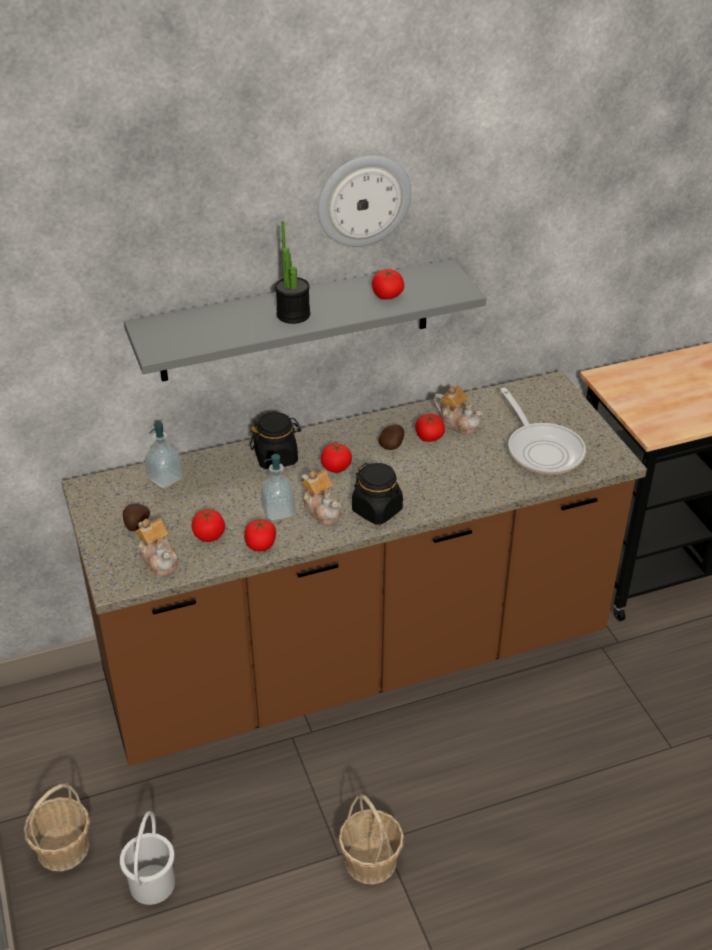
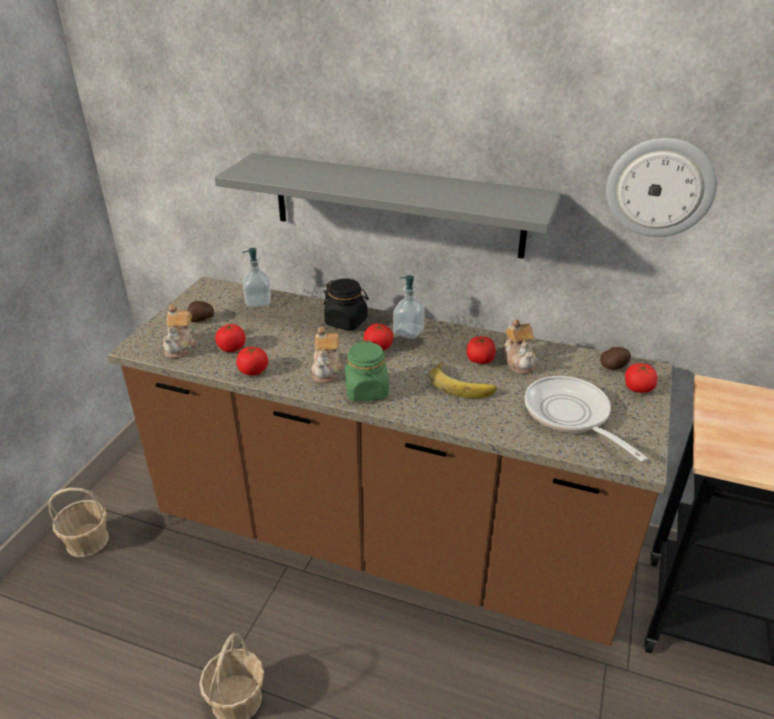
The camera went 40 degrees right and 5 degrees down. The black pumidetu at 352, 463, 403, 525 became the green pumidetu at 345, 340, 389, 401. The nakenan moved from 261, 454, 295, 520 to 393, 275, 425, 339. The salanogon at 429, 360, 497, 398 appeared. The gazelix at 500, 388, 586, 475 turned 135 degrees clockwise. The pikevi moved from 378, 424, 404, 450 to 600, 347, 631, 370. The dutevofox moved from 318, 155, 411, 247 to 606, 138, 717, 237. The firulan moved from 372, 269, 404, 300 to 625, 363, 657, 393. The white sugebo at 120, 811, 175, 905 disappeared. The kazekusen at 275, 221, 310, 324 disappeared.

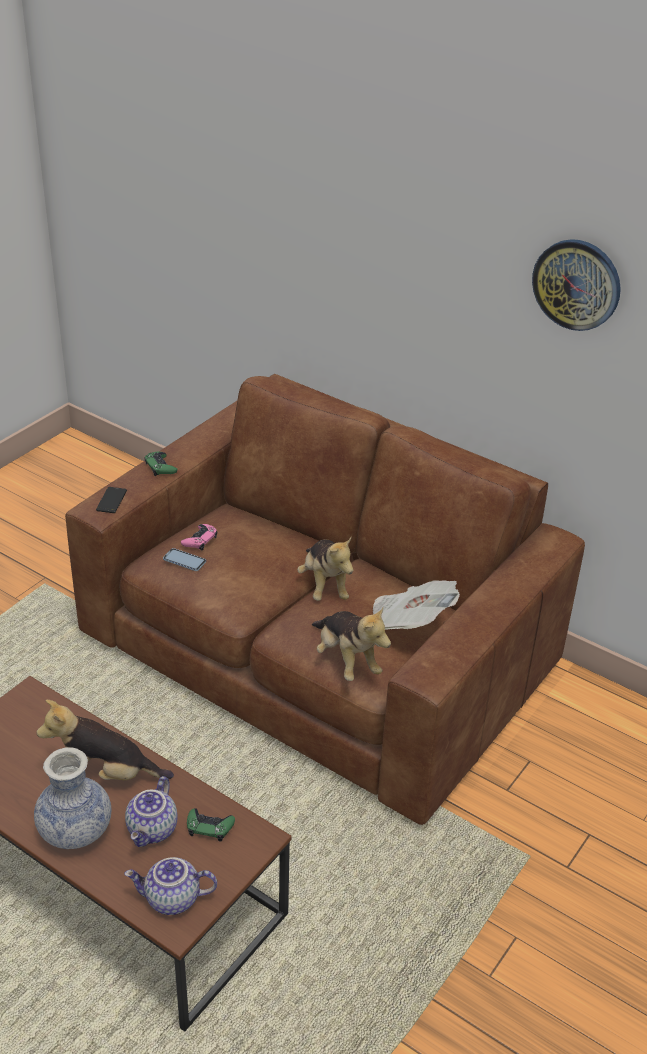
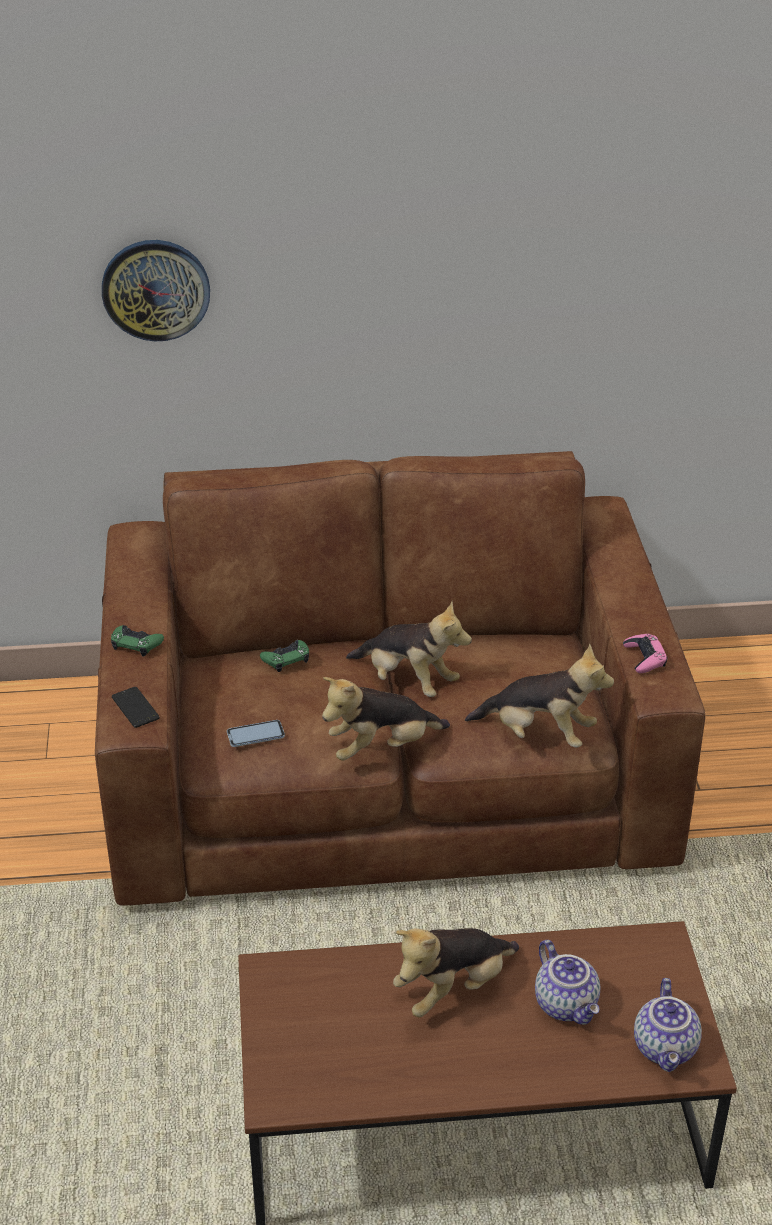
The camera went 40 degrees left and 0 degrees up. The dutevofox moved from 532, 239, 621, 331 to 102, 240, 210, 341. The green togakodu moved from 187, 808, 235, 842 to 260, 640, 309, 672. The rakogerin at 322, 677, 450, 760 appeared. The pink togakodu moved from 181, 524, 217, 550 to 623, 634, 668, 673. The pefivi at 124, 857, 217, 915 turned 45 degrees counterclockwise. The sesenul at 34, 747, 111, 849 disappeared. The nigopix at 373, 580, 460, 630 disappeared.

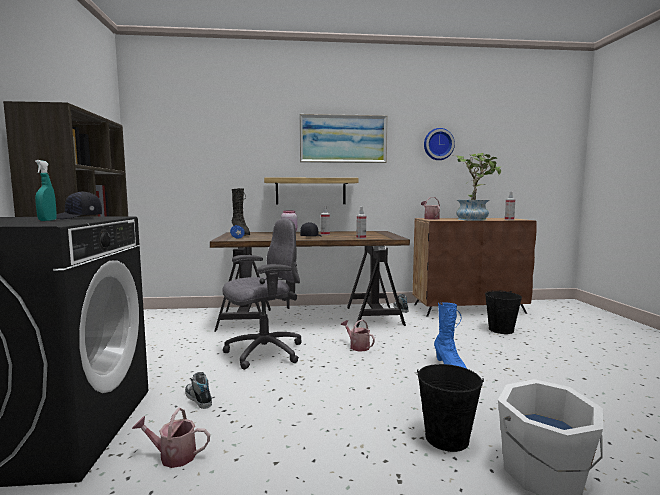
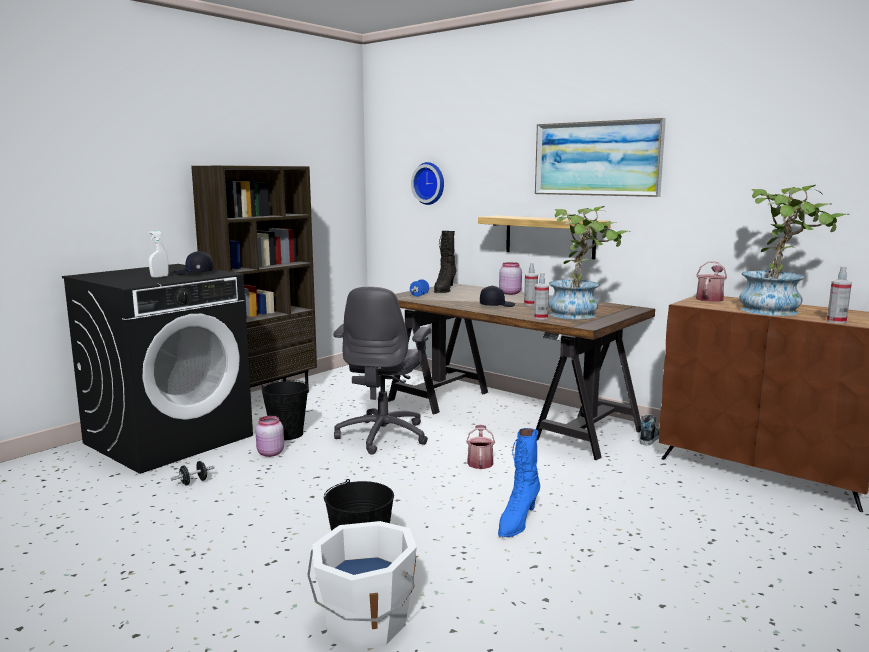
The camera went 45 degrees right and 5 degrees up. The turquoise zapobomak at 35, 160, 57, 221 became the white zapobomak at 148, 231, 169, 278. The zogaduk at 132, 408, 210, 468 was replaced by the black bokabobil at 171, 461, 214, 485. The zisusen at 185, 372, 212, 409 was replaced by the pink pumidetu at 255, 416, 284, 457. The black sugebo moved from 485, 290, 522, 334 to 261, 380, 309, 440. The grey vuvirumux at 223, 218, 302, 370 turned 90 degrees clockwise. The dutevofox moved from 424, 128, 455, 160 to 411, 162, 444, 205. The kazekusen at 548, 206, 628, 319 appeared.

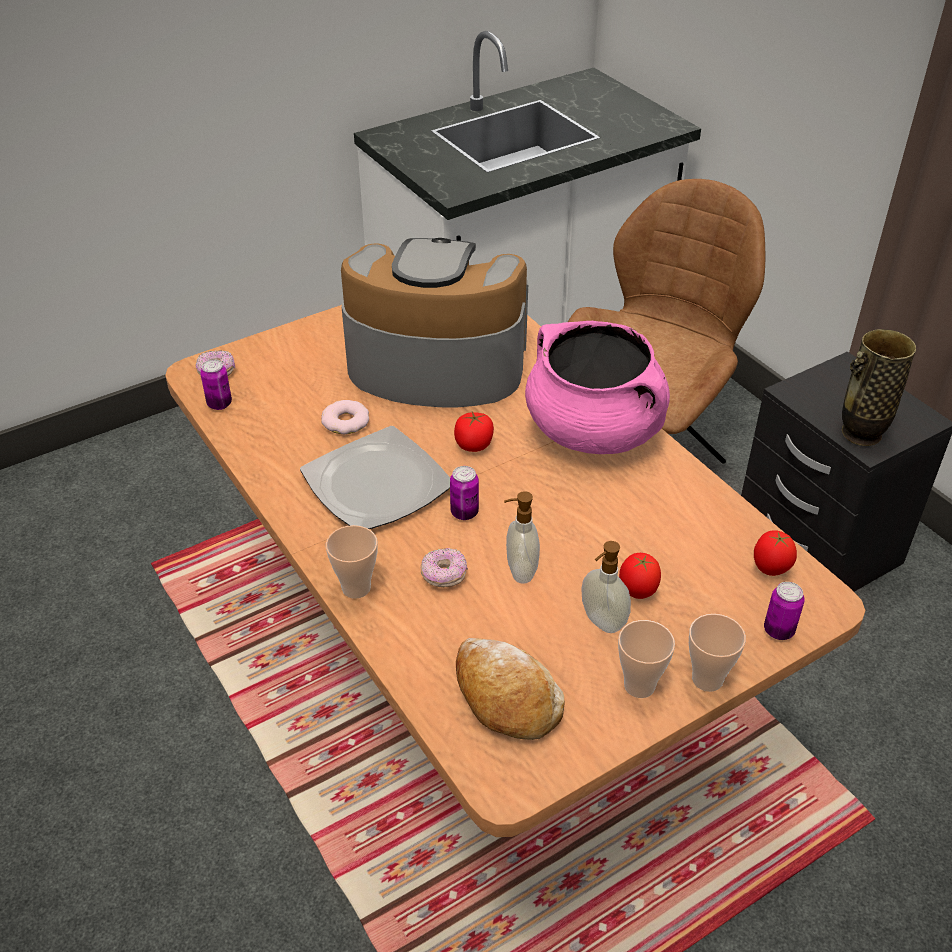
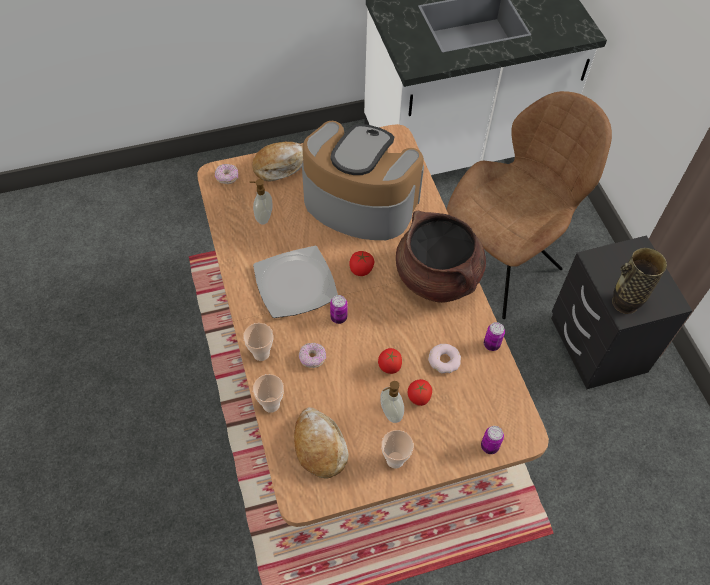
The camera went 15 degrees right and 15 degrees up. The nakenan moved from 504, 491, 540, 584 to 249, 179, 272, 224. The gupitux at 252, 142, 303, 182 appeared. The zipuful moved from 689, 614, 746, 692 to 253, 374, 284, 413. The firulan moved from 754, 530, 797, 576 to 378, 348, 402, 374. The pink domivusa at 525, 321, 670, 454 became the brown domivusa at 396, 211, 486, 303. The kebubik moved from 321, 400, 369, 434 to 428, 344, 461, 373. The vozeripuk moved from 200, 359, 232, 410 to 484, 322, 505, 351.

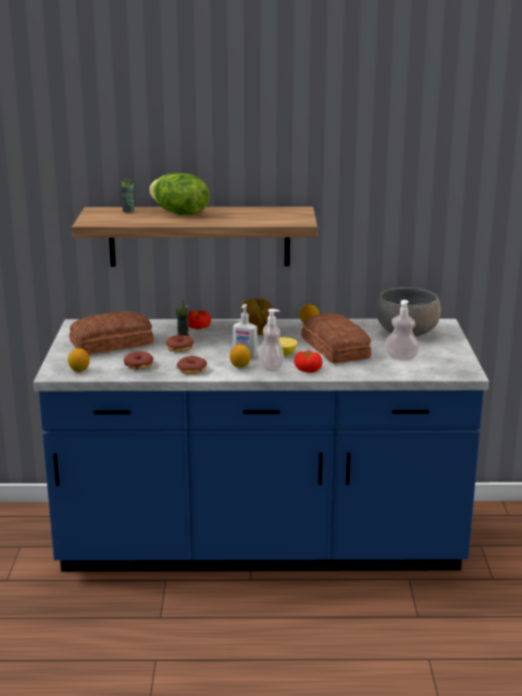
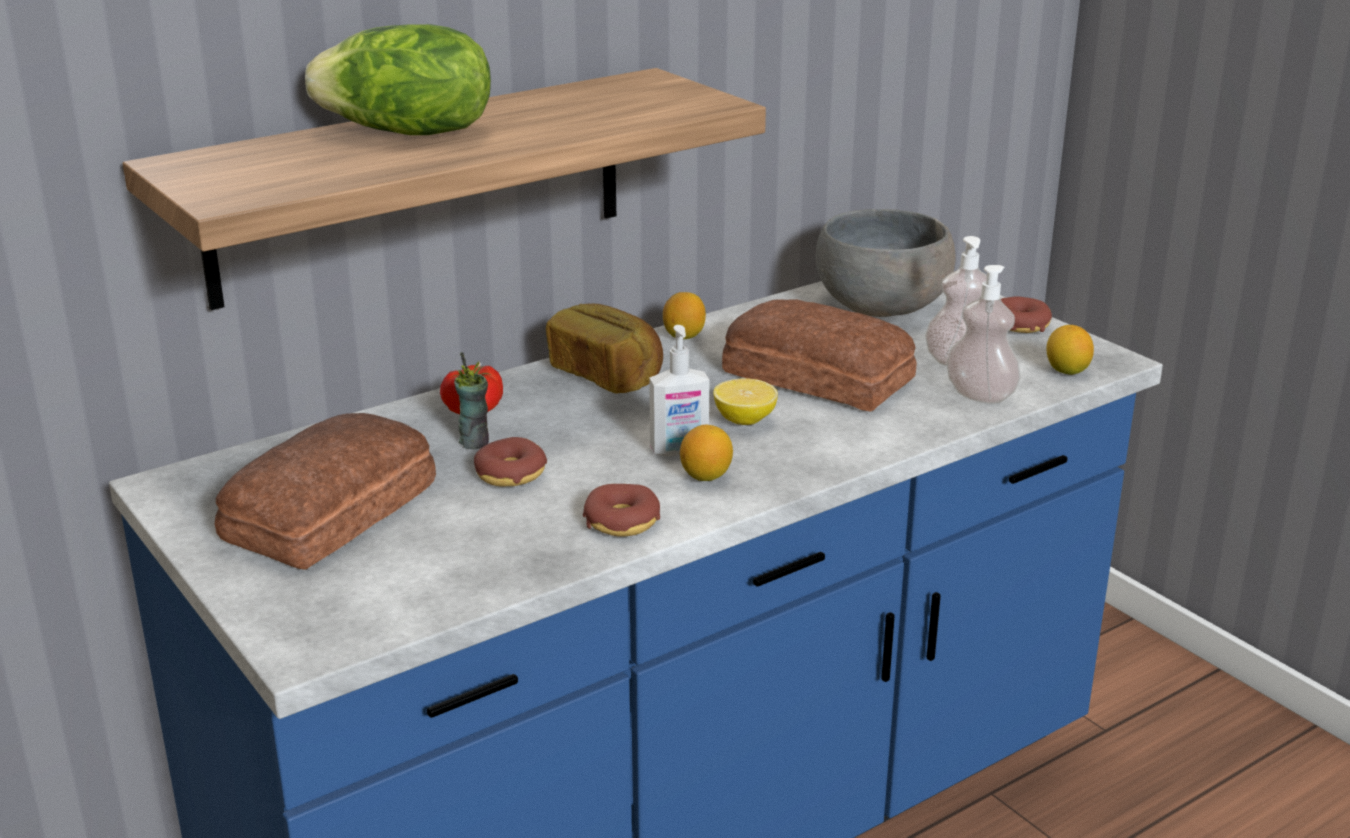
The camera went 35 degrees left and 5 degrees up. The nakenan moved from 259, 309, 284, 372 to 947, 265, 1020, 404. The kebubik moved from 124, 351, 154, 370 to 1001, 297, 1052, 333. The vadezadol moved from 68, 348, 90, 372 to 1047, 325, 1094, 375. The zipuful at 121, 175, 135, 212 disappeared. The firulan at 294, 351, 322, 373 disappeared.

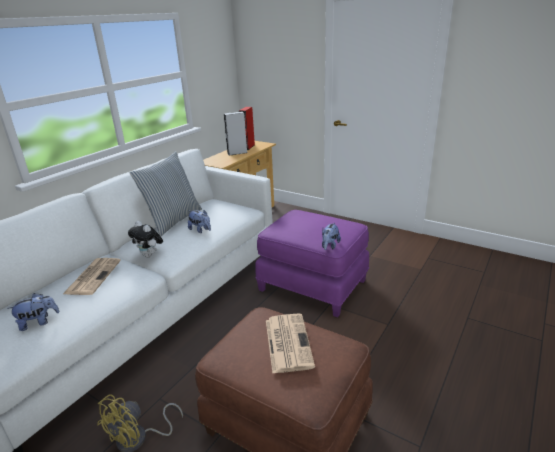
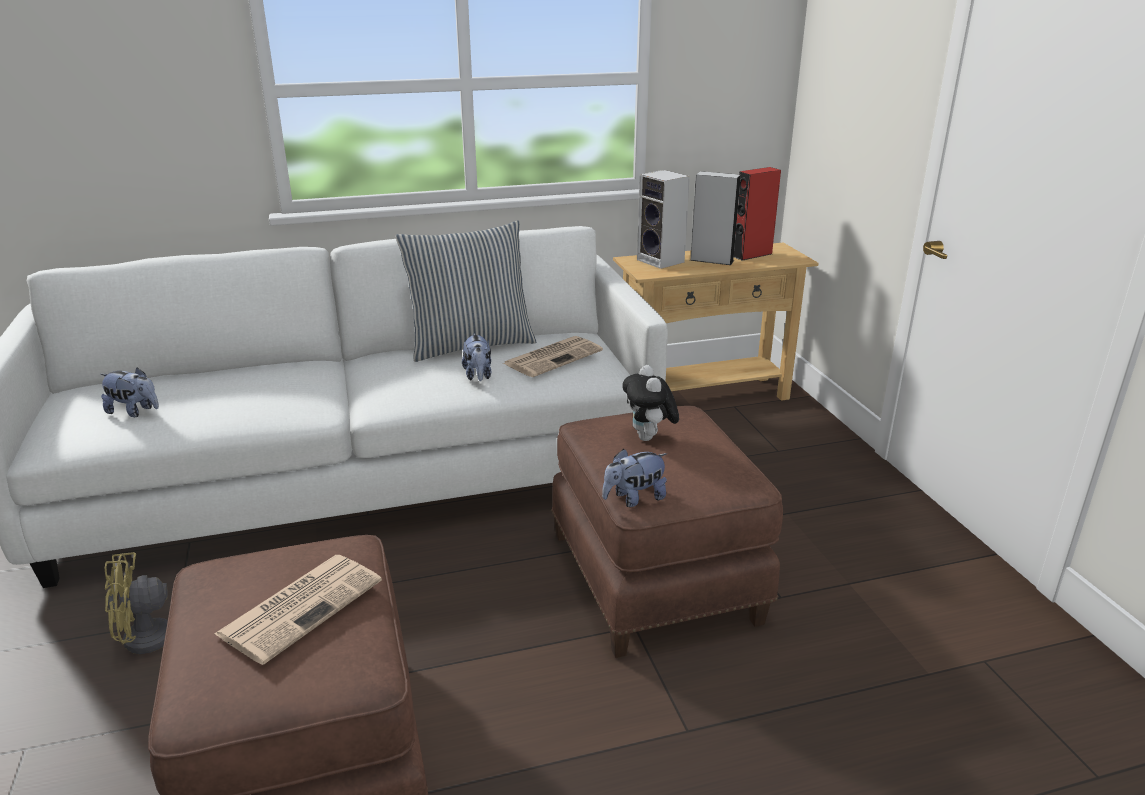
The camera went 40 degrees right and 0 degrees up. The nigopix moved from 63, 258, 121, 295 to 503, 336, 603, 377. The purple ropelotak at 255, 210, 369, 317 became the brown ropelotak at 551, 406, 783, 658. The rakogerin moved from 128, 221, 163, 258 to 622, 365, 679, 441. The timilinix at 637, 170, 690, 269 appeared.

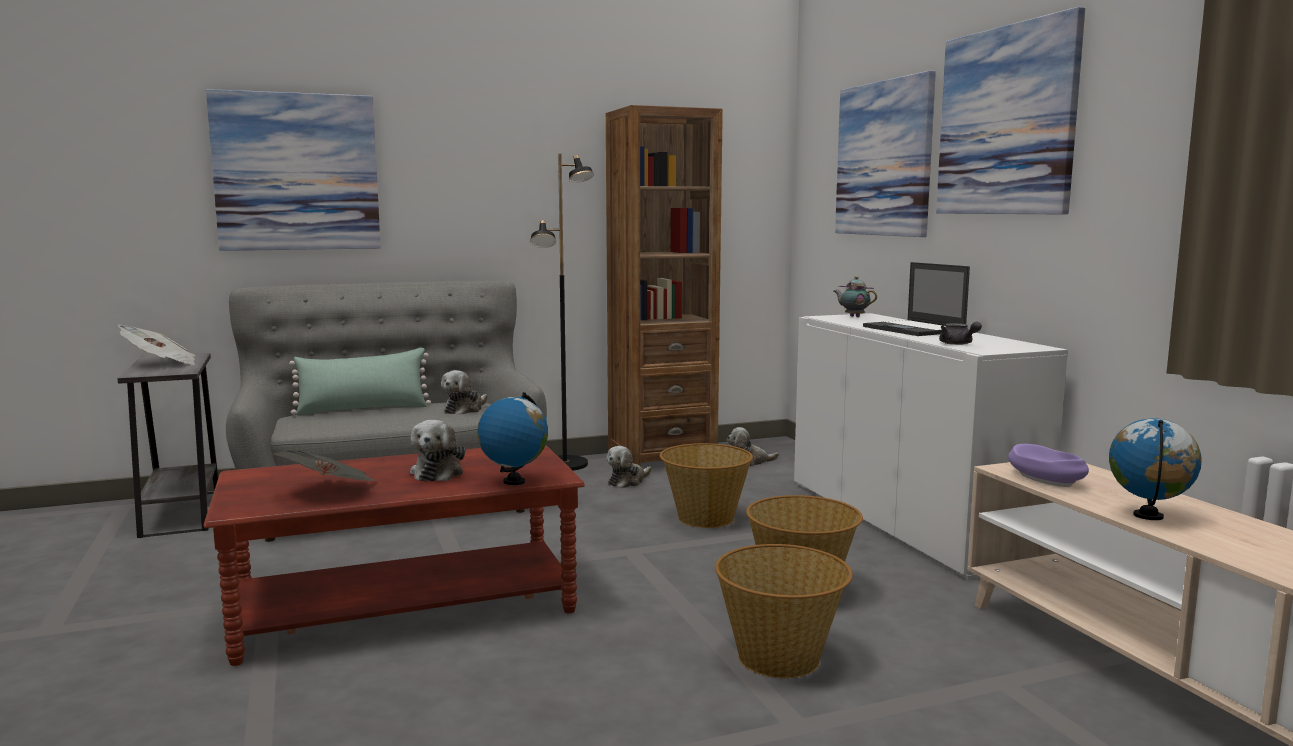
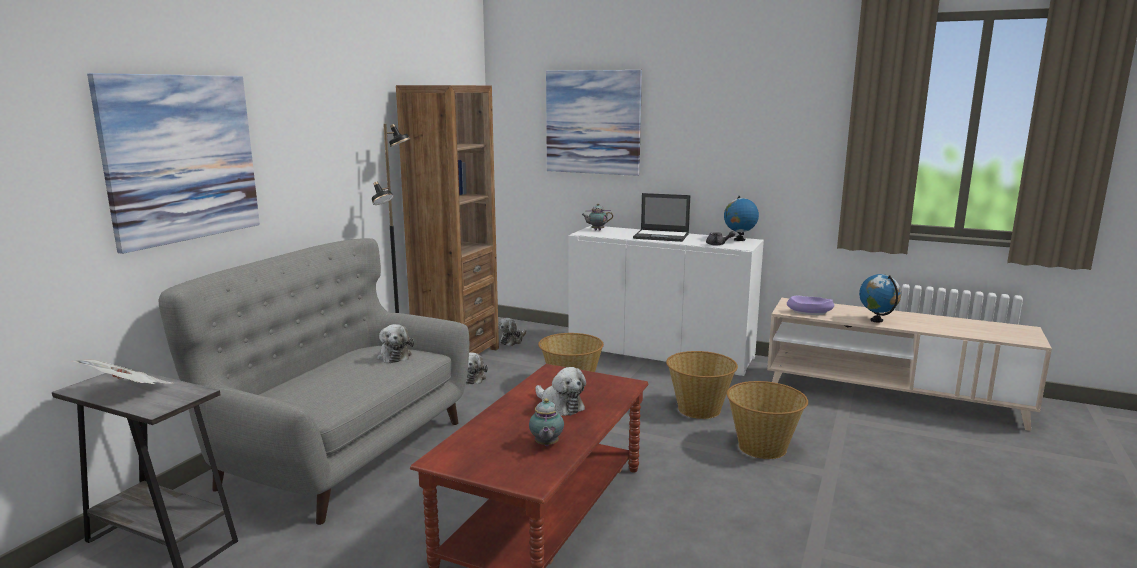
The camera went 45 degrees left and 5 degrees up. The nigopix at 273, 450, 374, 481 was replaced by the pefivi at 529, 398, 564, 446. The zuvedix moved from 478, 392, 548, 485 to 724, 196, 759, 241. The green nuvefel at 289, 348, 431, 415 disappeared. The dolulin at 936, 7, 1085, 214 disappeared.

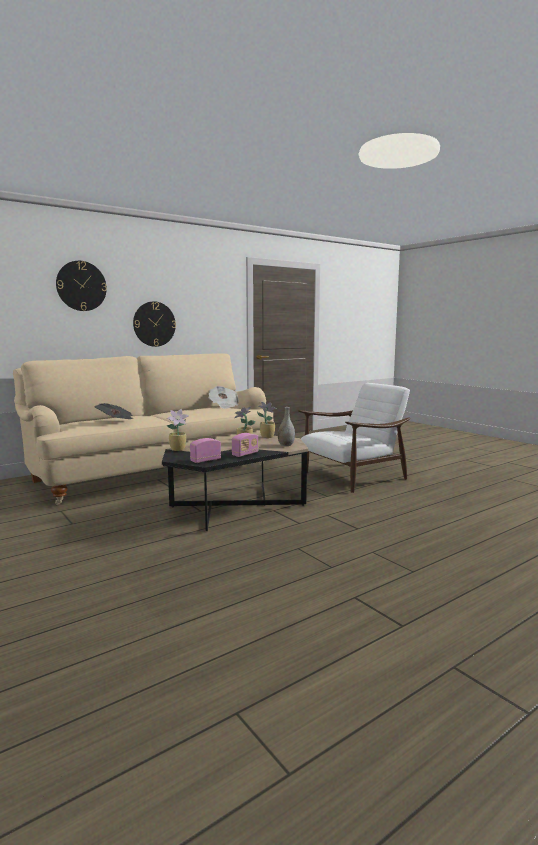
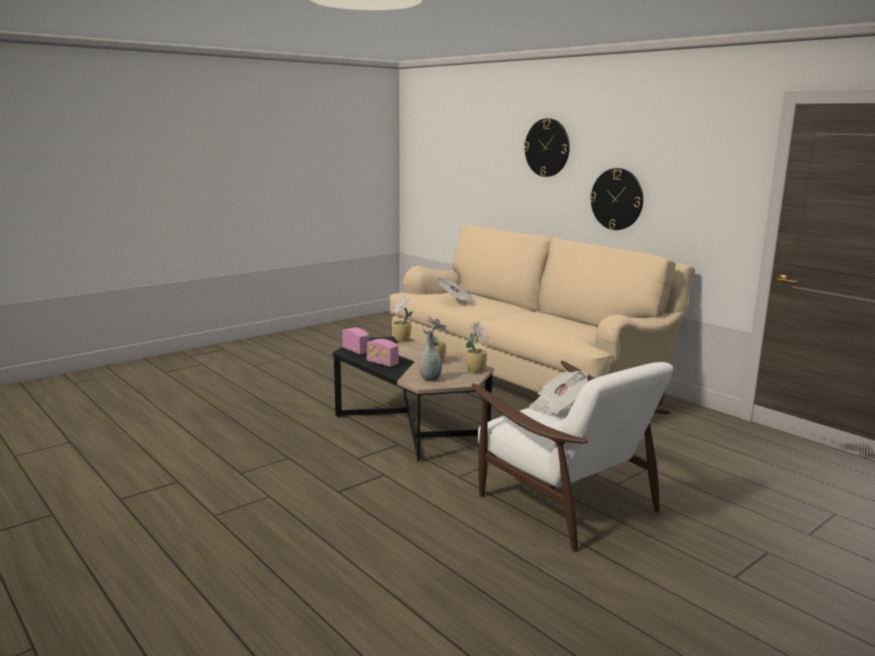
The camera went 85 degrees right and 5 degrees up. The nigopix moved from 208, 386, 239, 409 to 529, 371, 588, 415.

